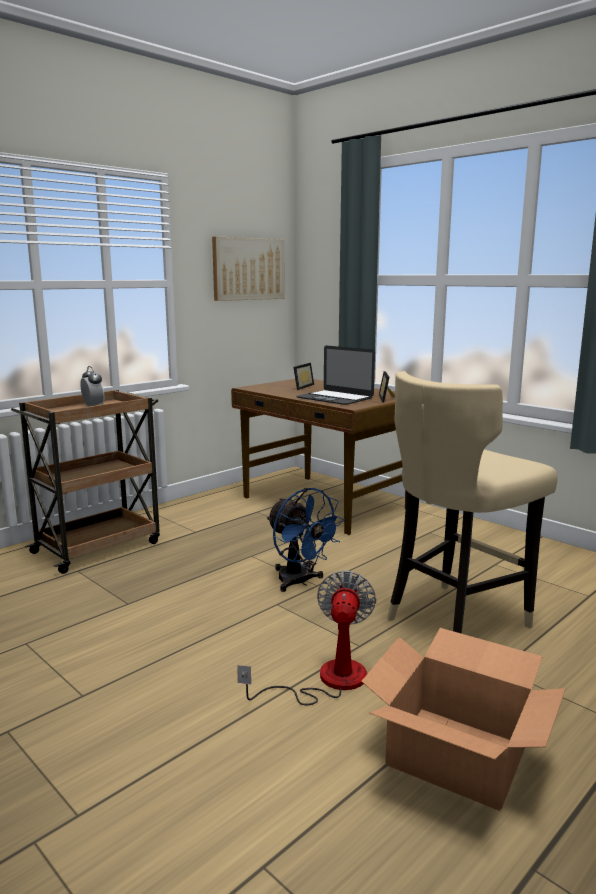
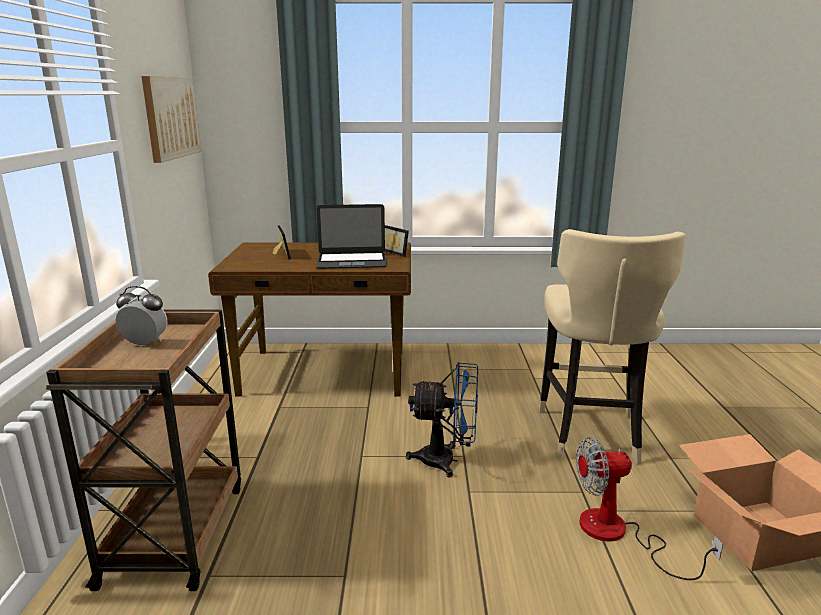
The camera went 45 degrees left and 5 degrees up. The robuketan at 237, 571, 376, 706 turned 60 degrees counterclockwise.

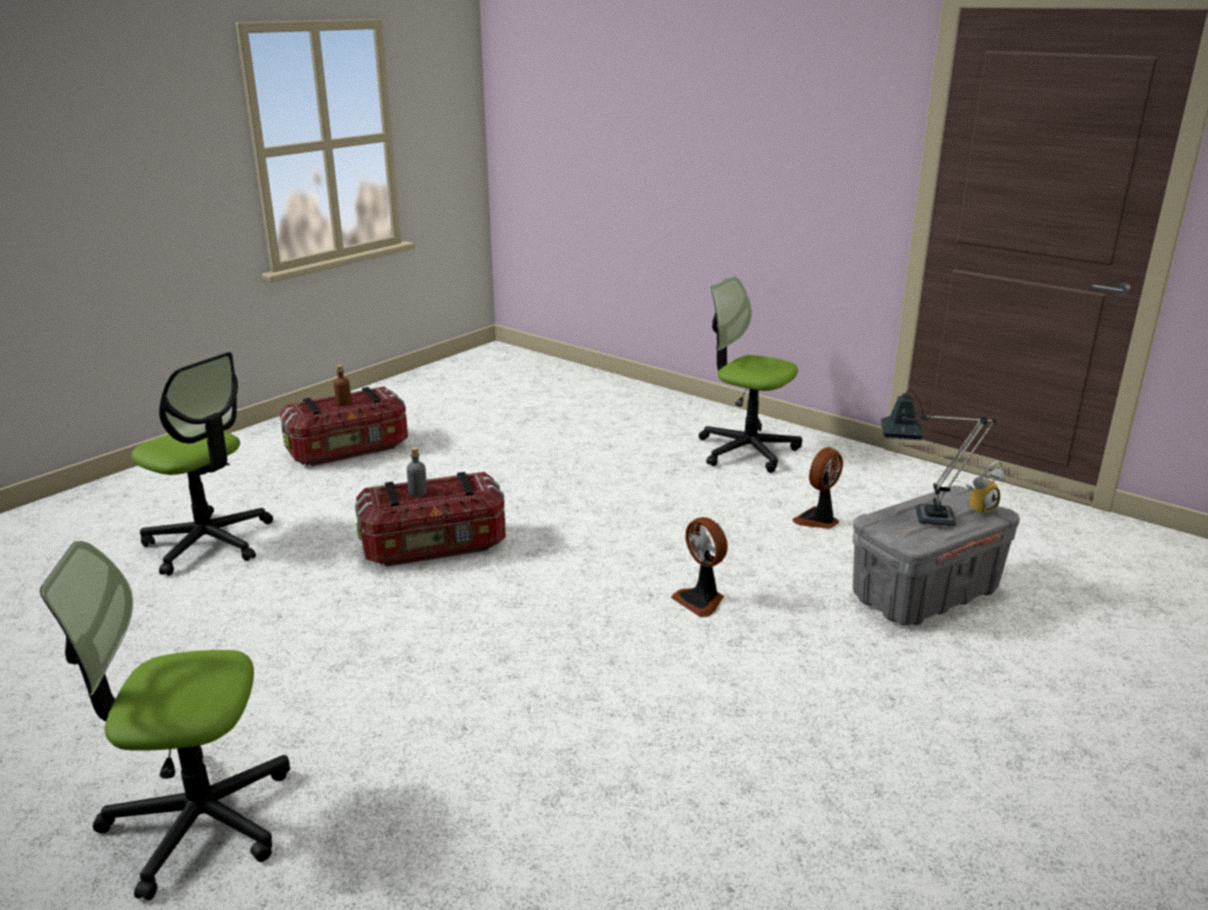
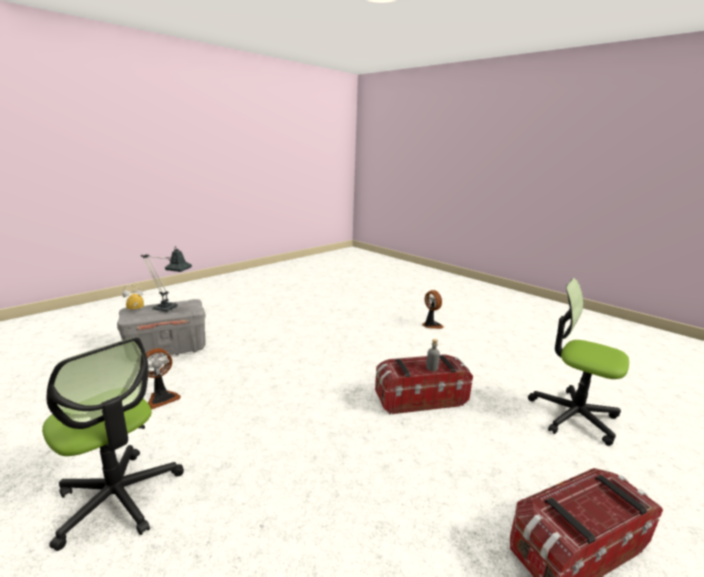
The camera went 175 degrees left and 5 degrees down. The robuketan moved from 671, 517, 728, 617 to 422, 290, 444, 329. The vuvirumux at 40, 541, 290, 900 disappeared. The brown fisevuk at 334, 365, 351, 406 disappeared.

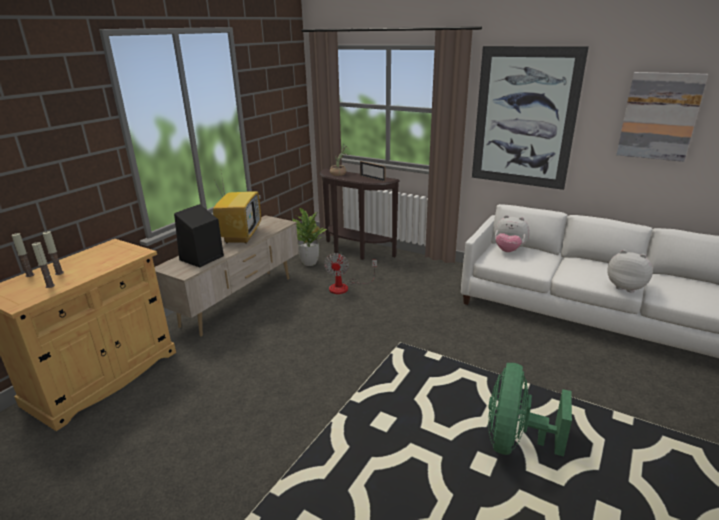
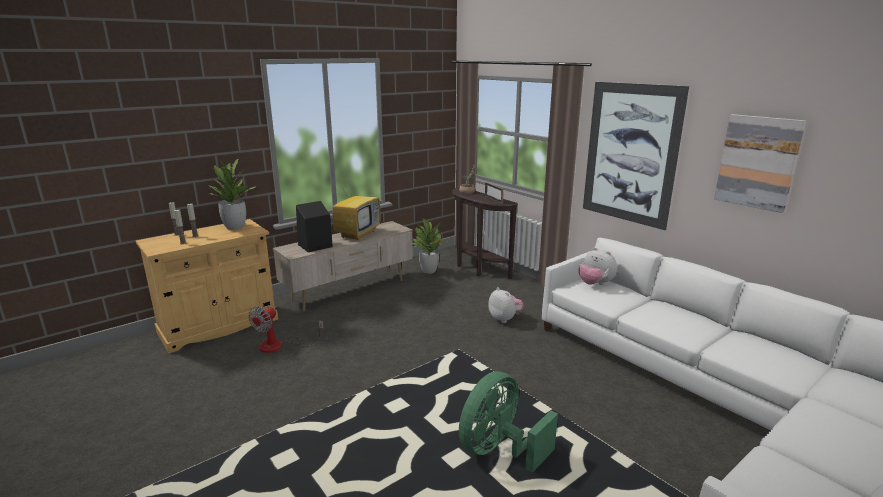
The camera went 20 degrees right and 5 degrees down. The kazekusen at 209, 159, 255, 230 appeared. The robuketan moved from 324, 253, 377, 294 to 248, 306, 324, 353. The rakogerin moved from 607, 250, 653, 292 to 488, 287, 524, 323.

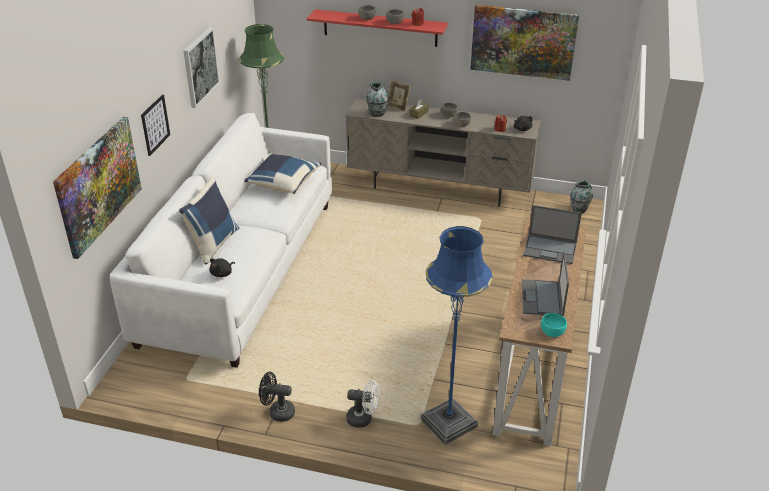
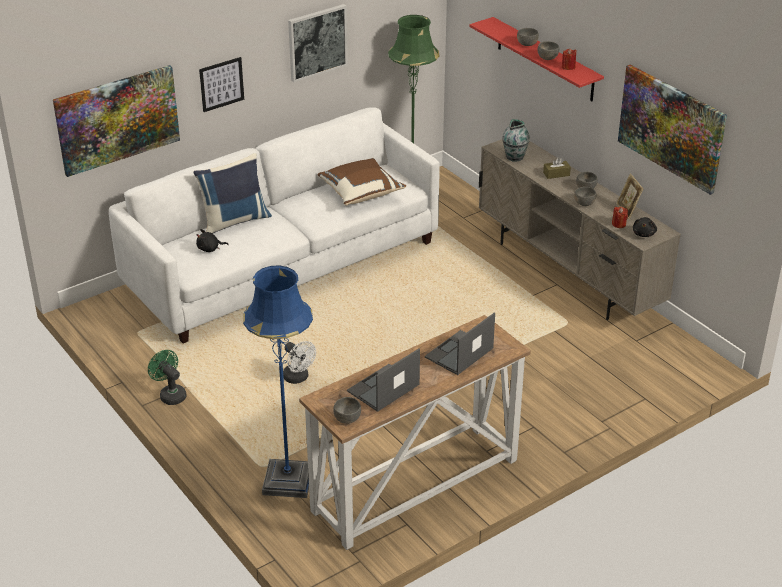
The camera went 40 degrees right and 0 degrees up. The black robuketan at 259, 372, 295, 422 became the green robuketan at 148, 350, 187, 405. The white robuketan moved from 346, 380, 380, 428 to 283, 341, 316, 384. The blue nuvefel at 244, 153, 321, 194 became the brown nuvefel at 317, 158, 406, 205. The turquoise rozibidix at 541, 313, 567, 337 became the grey rozibidix at 333, 397, 361, 424. The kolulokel at 523, 205, 582, 264 turned 75 degrees clockwise. The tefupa moved from 387, 80, 411, 112 to 616, 173, 643, 219. The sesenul at 570, 180, 593, 214 disappeared.

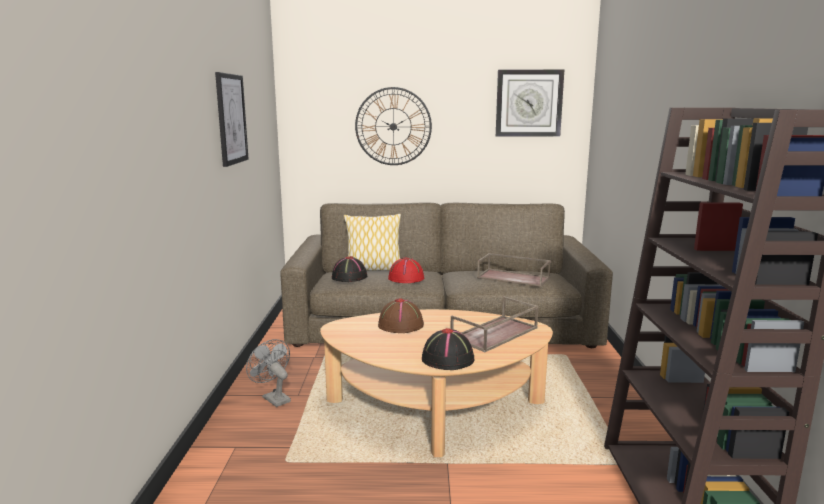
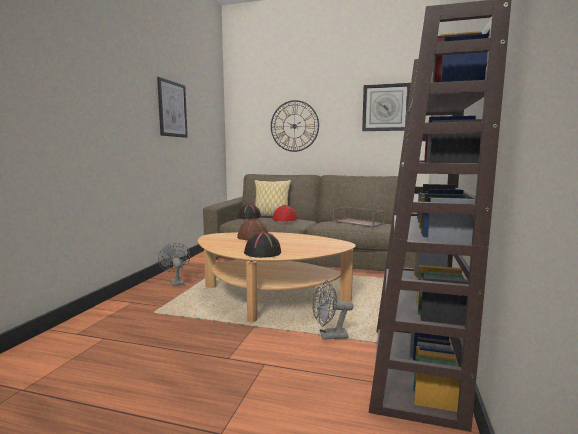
The camera went 15 degrees right and 5 degrees down. The grey robuketan at 313, 280, 354, 340 appeared. The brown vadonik at 450, 296, 539, 352 disappeared.

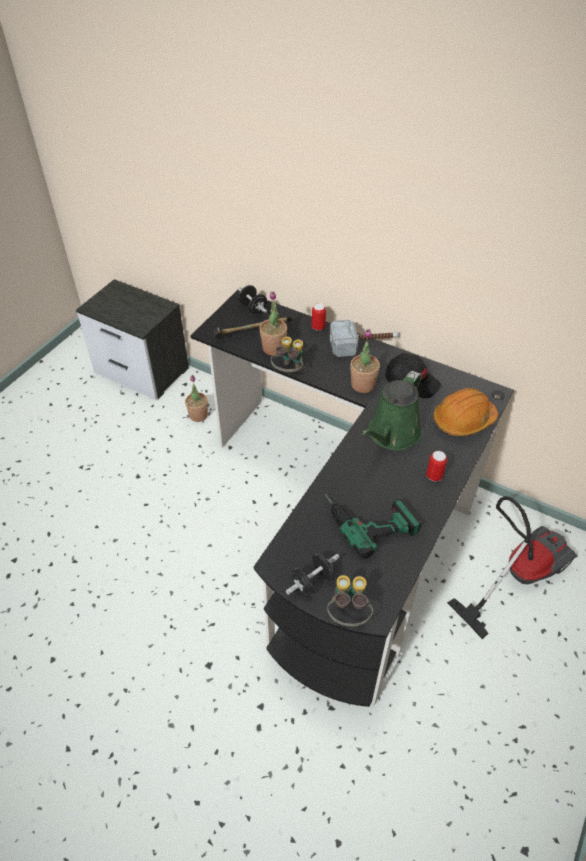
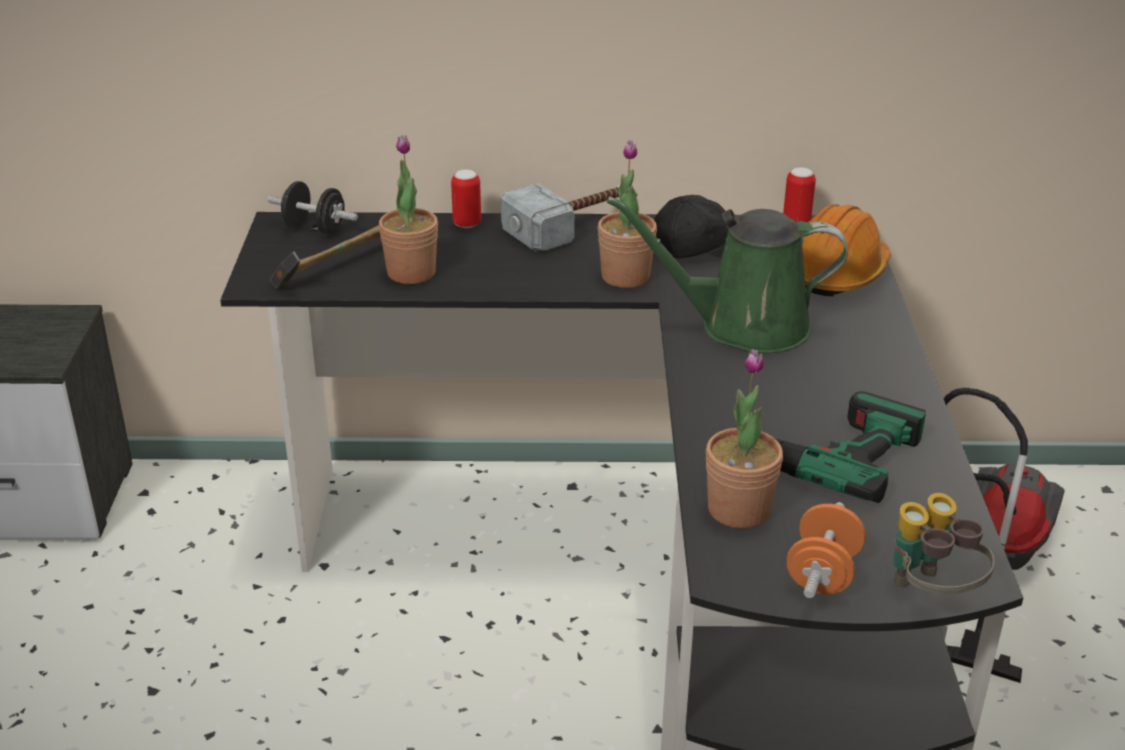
The camera went 30 degrees left and 15 degrees down. The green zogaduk at 361, 371, 422, 451 turned 90 degrees clockwise. The kazekusen moved from 185, 375, 208, 422 to 706, 349, 783, 529. The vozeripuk moved from 426, 451, 447, 482 to 783, 167, 816, 222. The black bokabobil at 286, 554, 339, 596 became the orange bokabobil at 787, 502, 866, 598. The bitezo at 271, 337, 303, 372 disappeared.

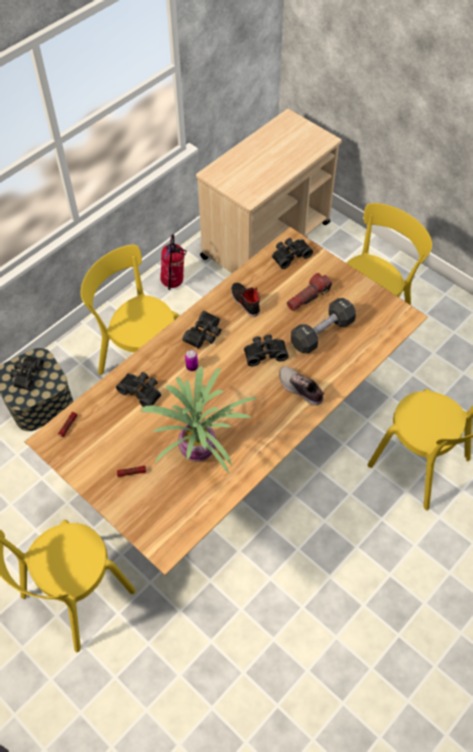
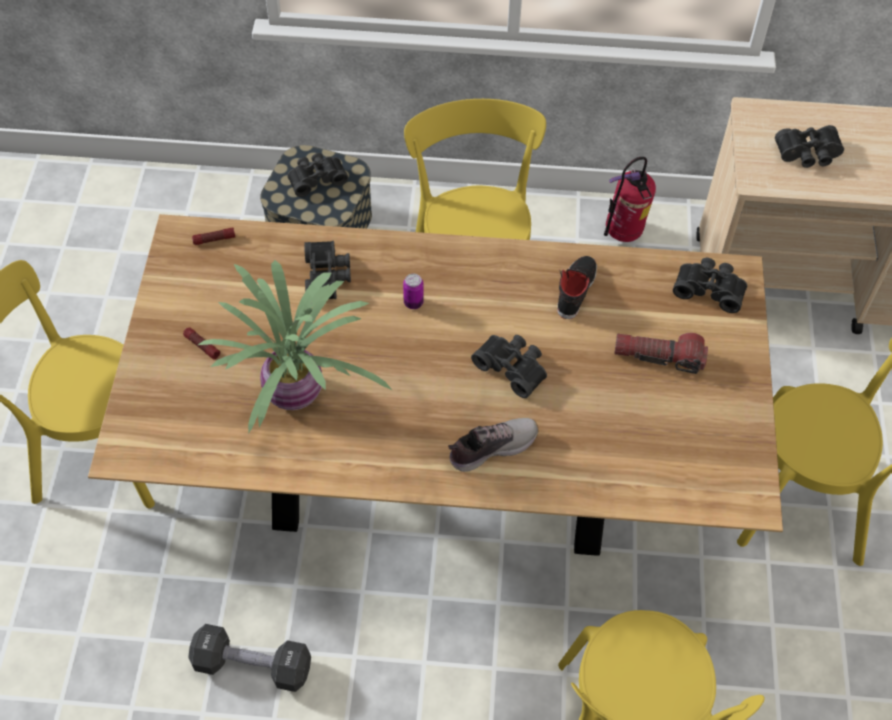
The camera went 50 degrees right and 0 degrees up. The black bokabobil moved from 291, 298, 356, 353 to 188, 624, 311, 692. The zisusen at 279, 366, 325, 406 turned 60 degrees clockwise. The black bitezo moved from 183, 311, 221, 349 to 775, 125, 844, 168.

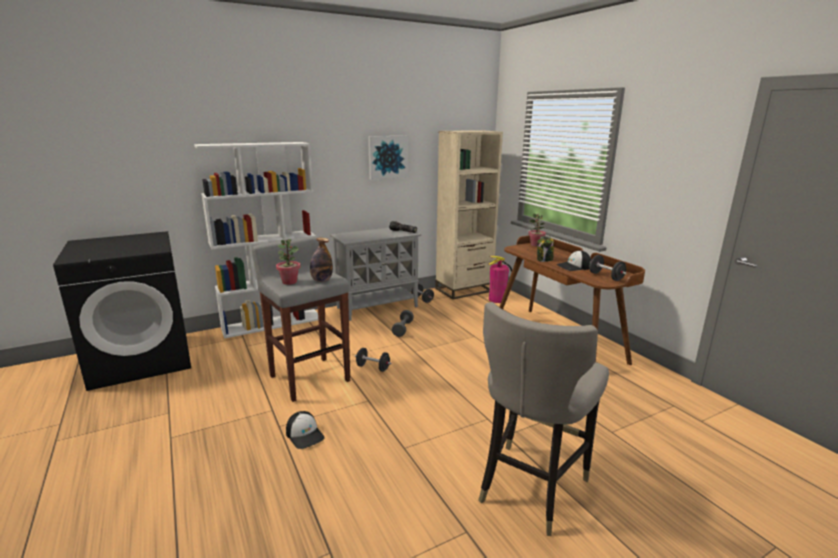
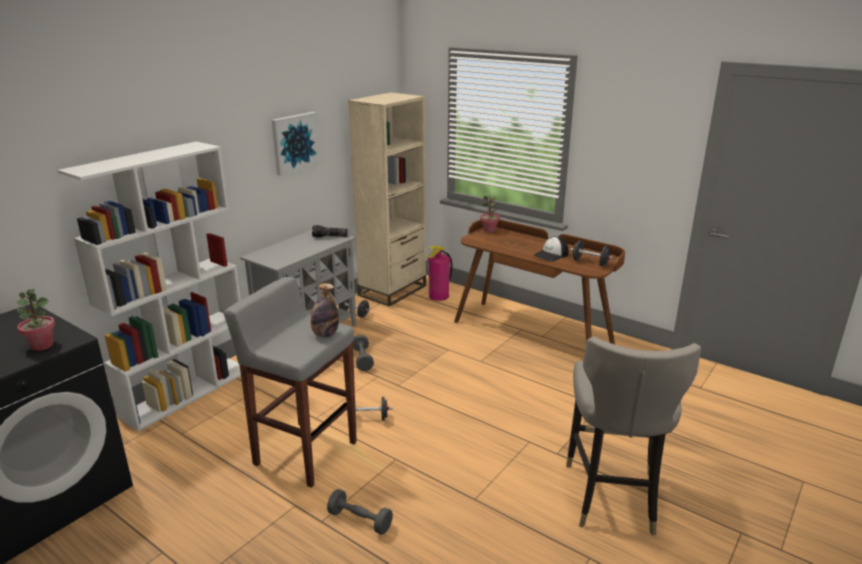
The camera went 25 degrees left and 5 degrees up. The kazekusen moved from 276, 239, 300, 285 to 16, 289, 55, 351. The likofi at 286, 411, 325, 449 was replaced by the grey bokabobil at 327, 489, 393, 535. The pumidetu at 537, 236, 554, 262 disappeared.

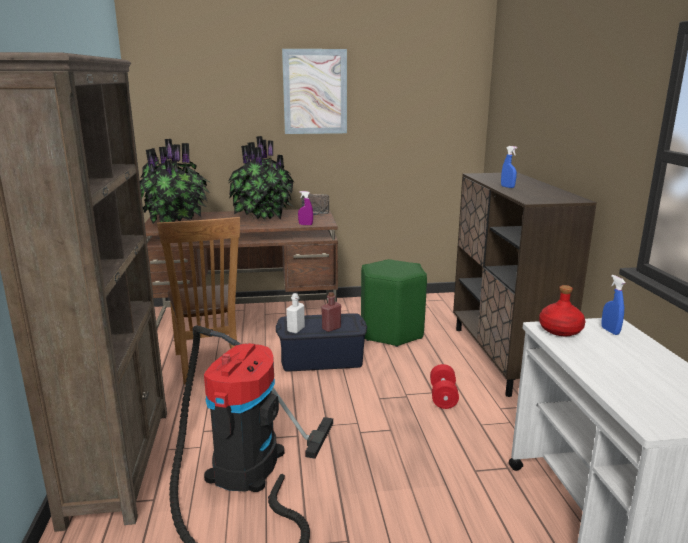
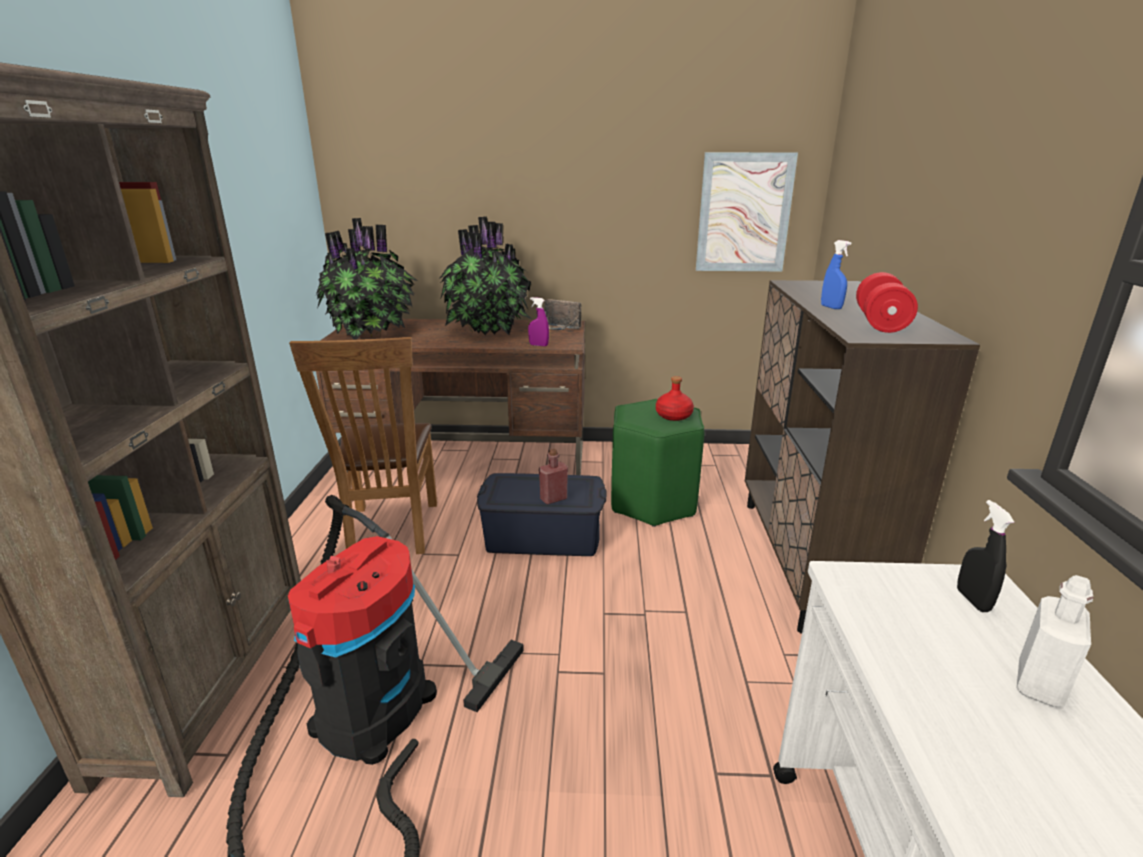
The camera went 10 degrees right and 5 degrees up. The red fisevuk moved from 539, 285, 585, 336 to 656, 376, 694, 421. The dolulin moved from 282, 49, 347, 134 to 696, 152, 798, 271. The red bokabobil moved from 430, 364, 459, 409 to 856, 272, 918, 333. The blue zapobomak at 601, 275, 626, 335 became the black zapobomak at 957, 500, 1014, 612. The white fisevuk moved from 286, 293, 305, 333 to 1016, 575, 1094, 707.

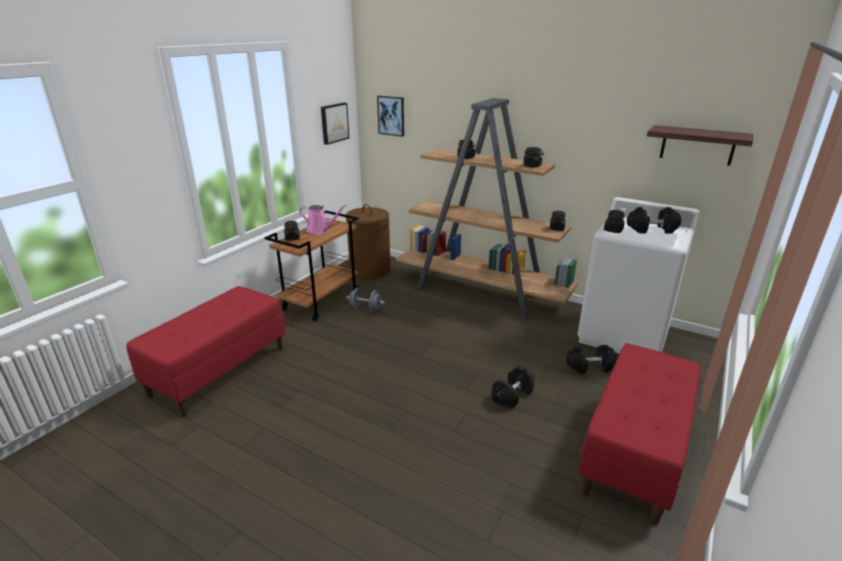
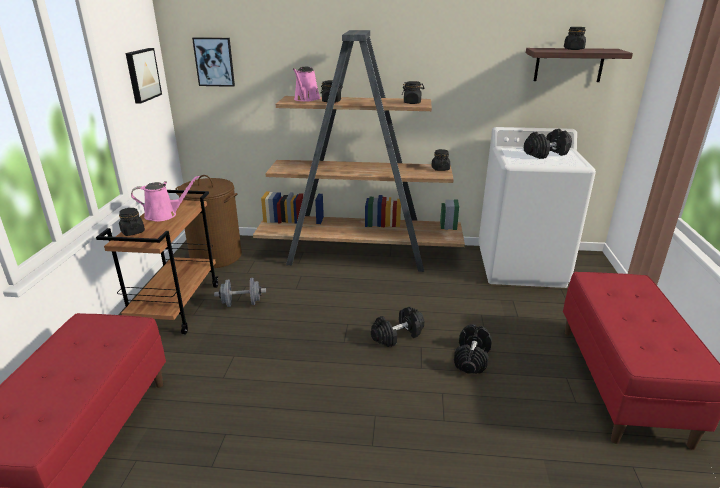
The camera went 25 degrees left and 0 degrees up. The pink zogaduk at 293, 67, 321, 102 appeared. The black bokabobil moved from 566, 345, 618, 374 to 371, 307, 424, 347. The black pumidetu moved from 604, 210, 625, 233 to 564, 27, 586, 50.

